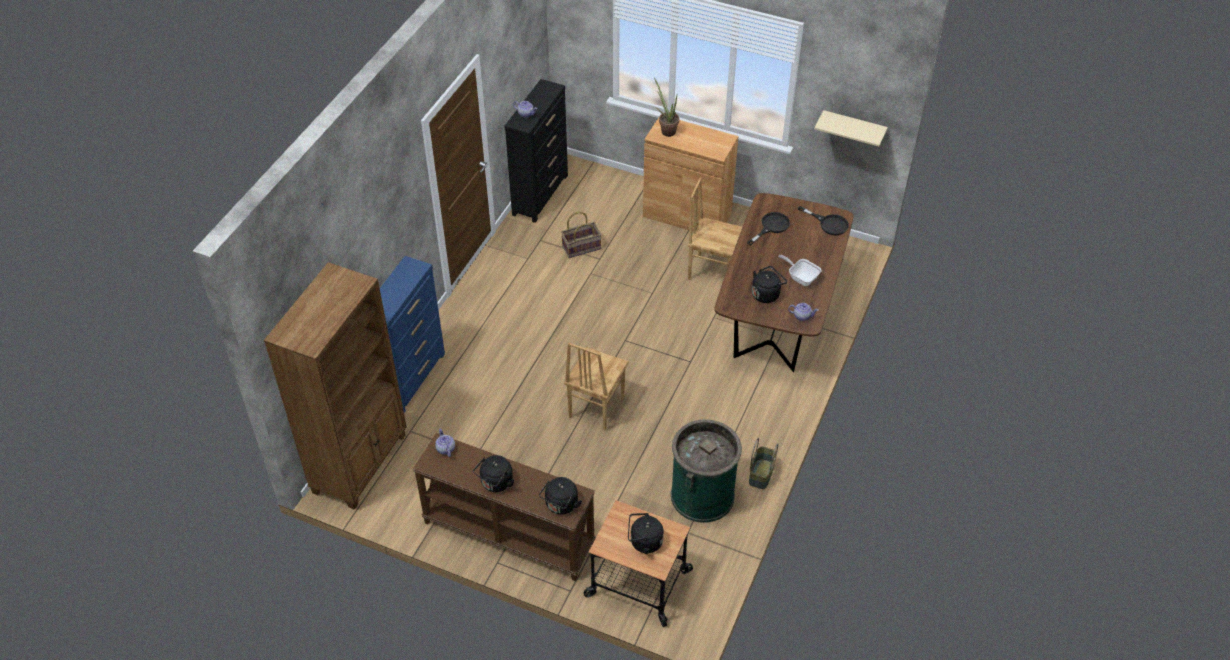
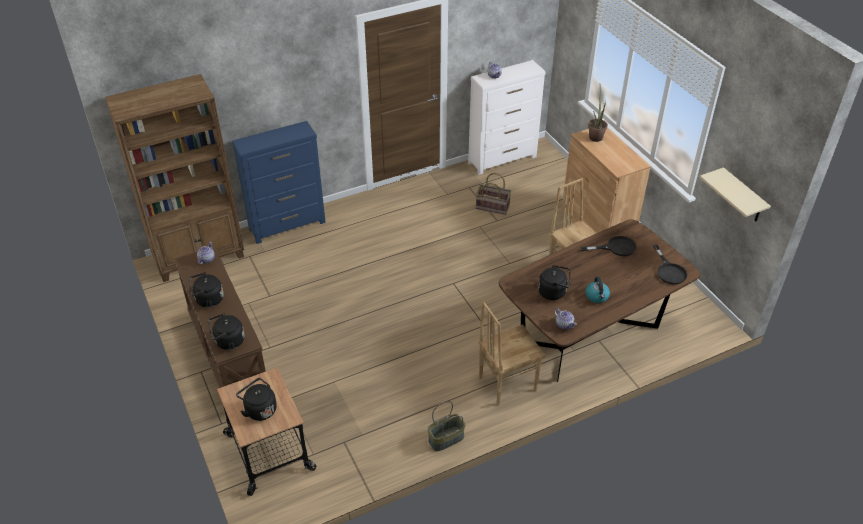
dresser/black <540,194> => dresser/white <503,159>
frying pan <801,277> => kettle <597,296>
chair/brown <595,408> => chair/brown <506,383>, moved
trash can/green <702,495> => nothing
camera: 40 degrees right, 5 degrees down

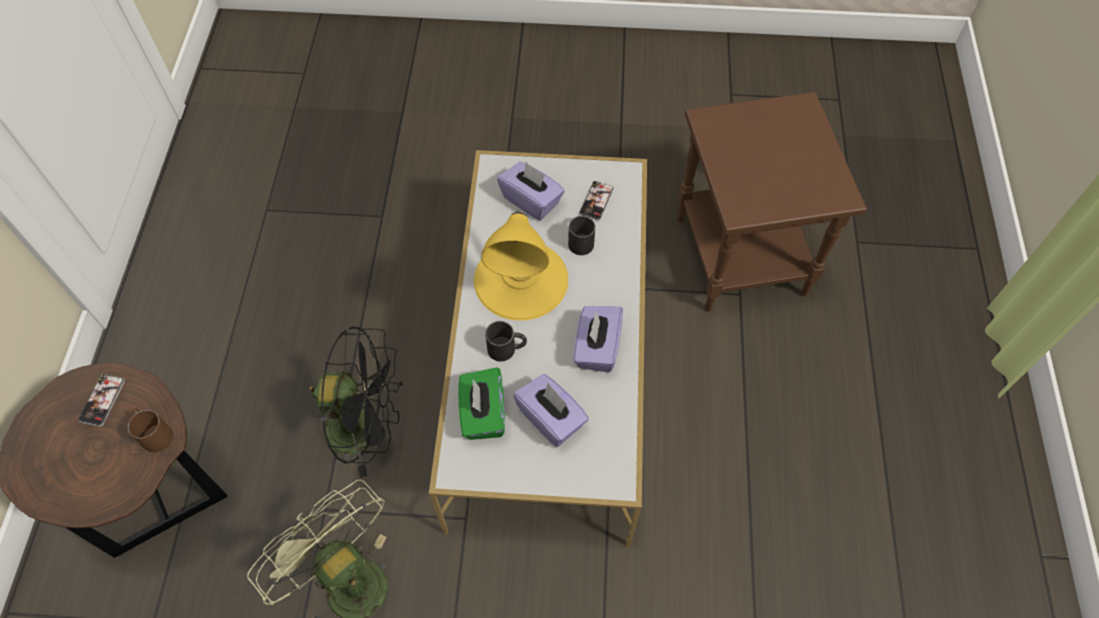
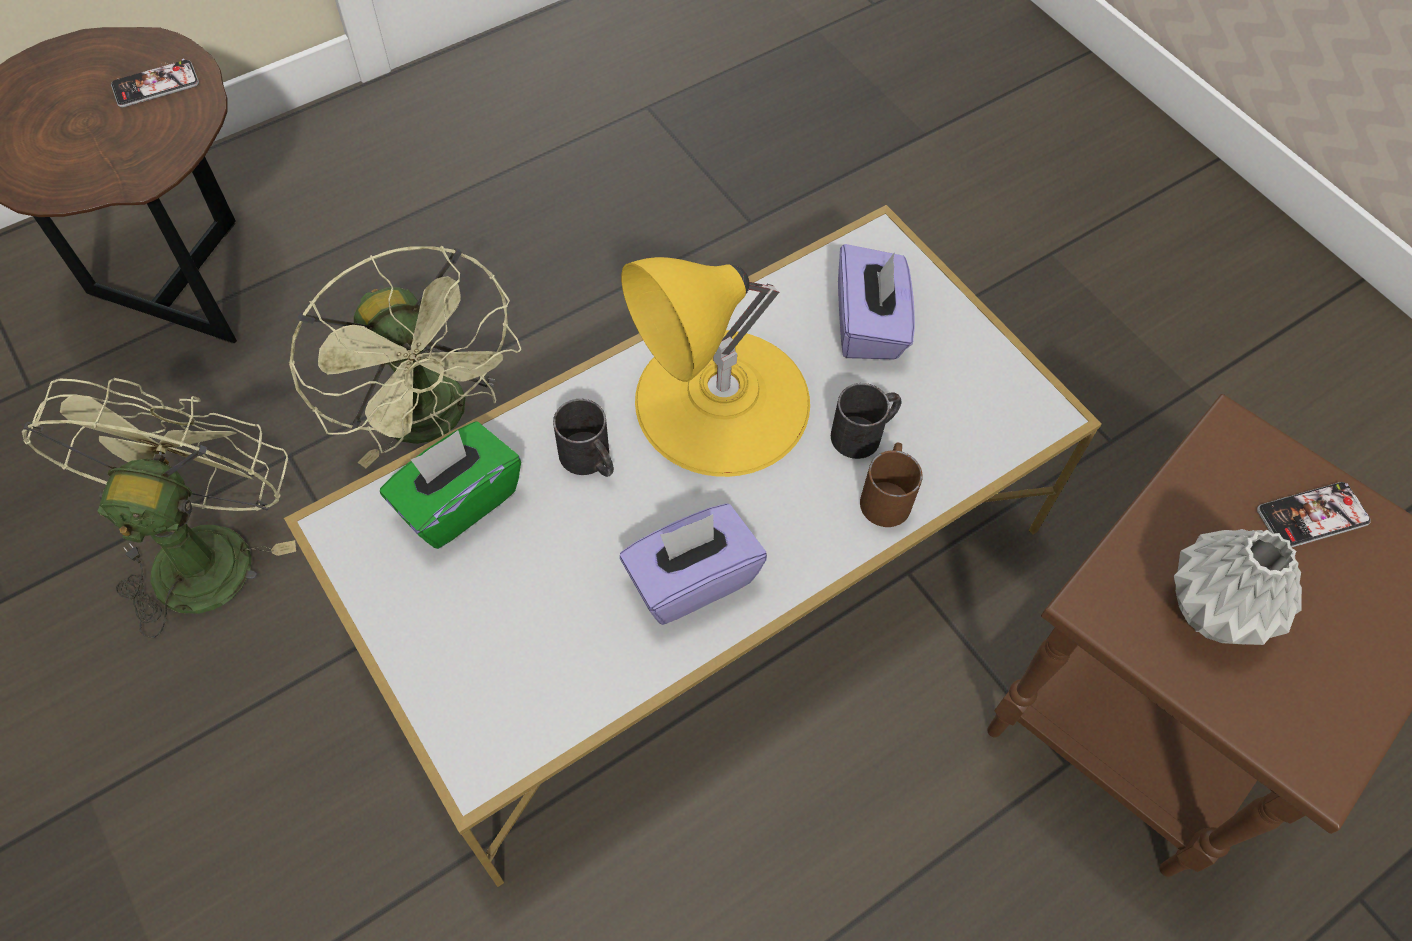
phone <596,201> => phone <1312,516>, moved
fan/black <367,428> => fan/green <434,421>
tissue box/purple <551,418> => nothing
mug/brown <154,433> => mug/brown <887,494>, moved
nothing => vase/grey <1213,609>
camera: 50 degrees right, 0 degrees up

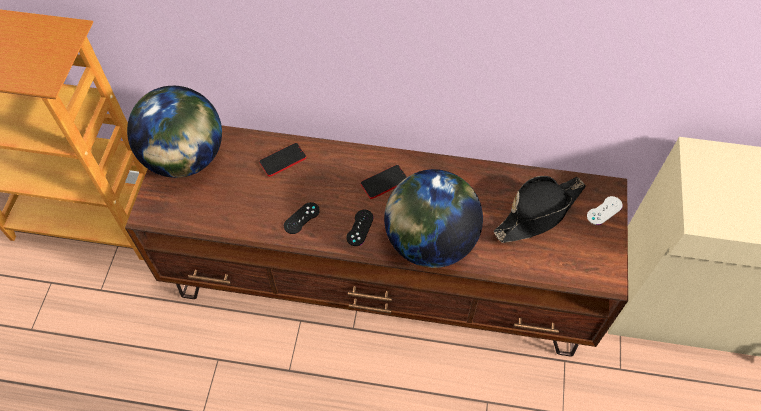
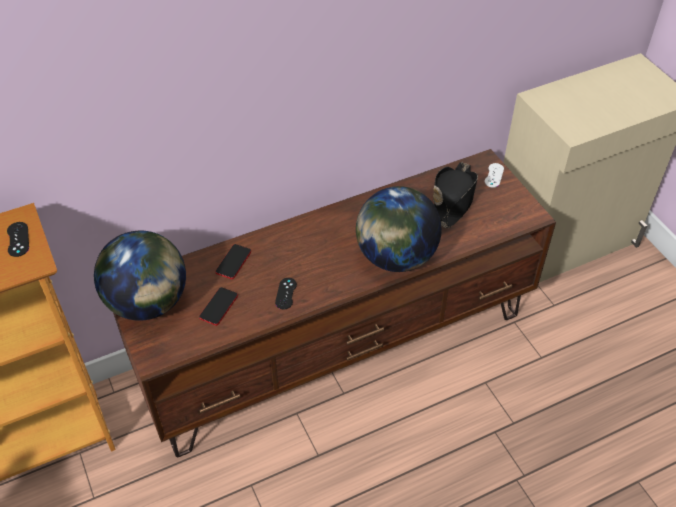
phone <384,182> => phone <219,307>, moved
game controller/black <360,228> => game controller/black <18,239>, moved
camera: 35 degrees left, 10 degrees down

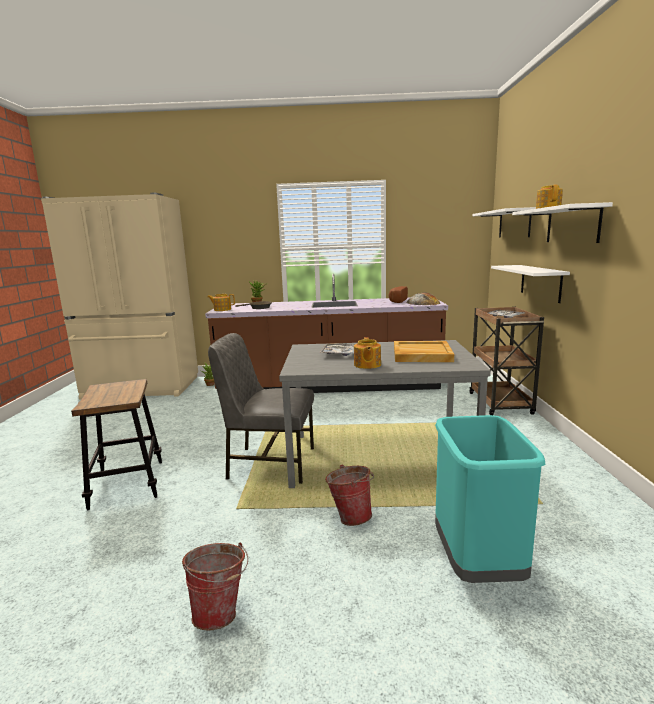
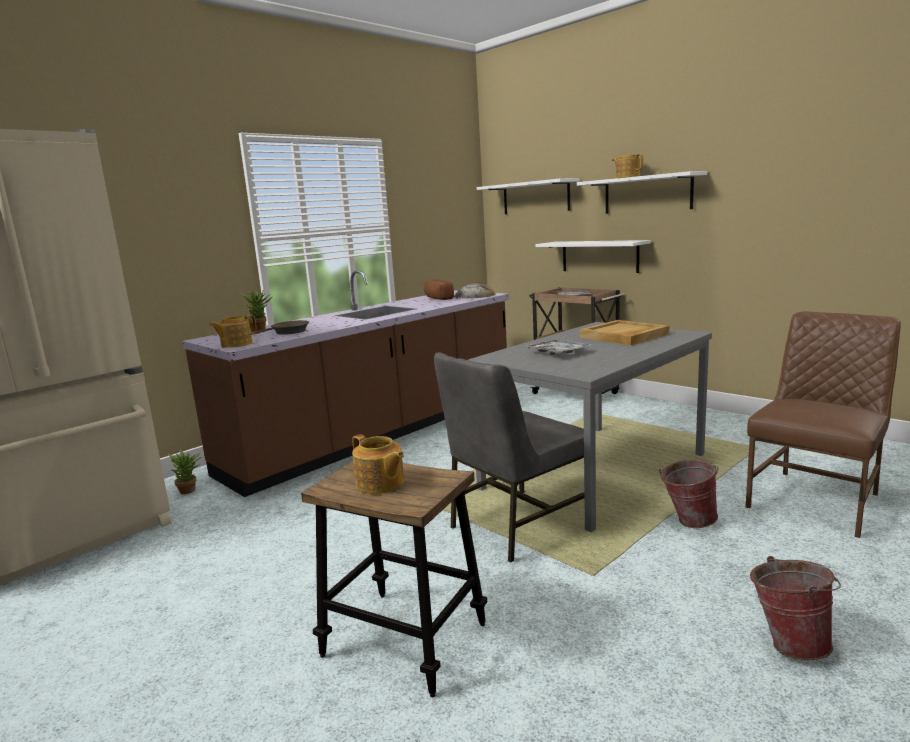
teapot <367,365> => teapot <380,483>, moved
trash can/turquoise <478,564> => chair/brown <816,500>
camera: 45 degrees left, 0 degrees up

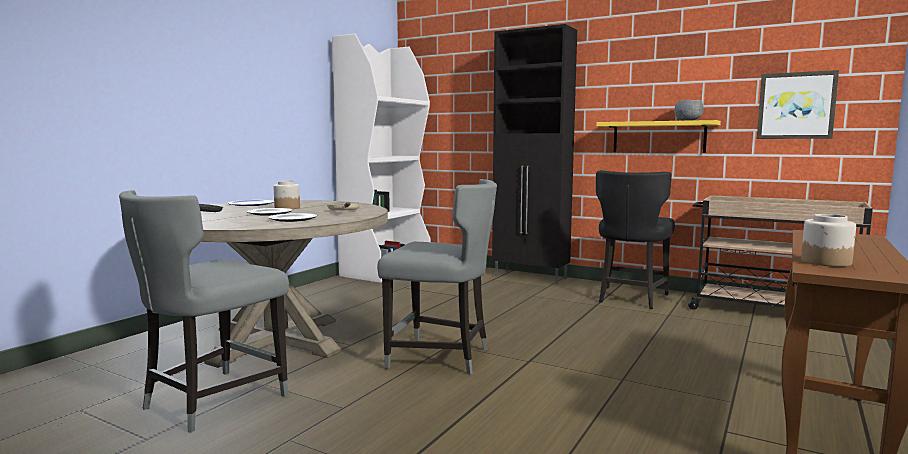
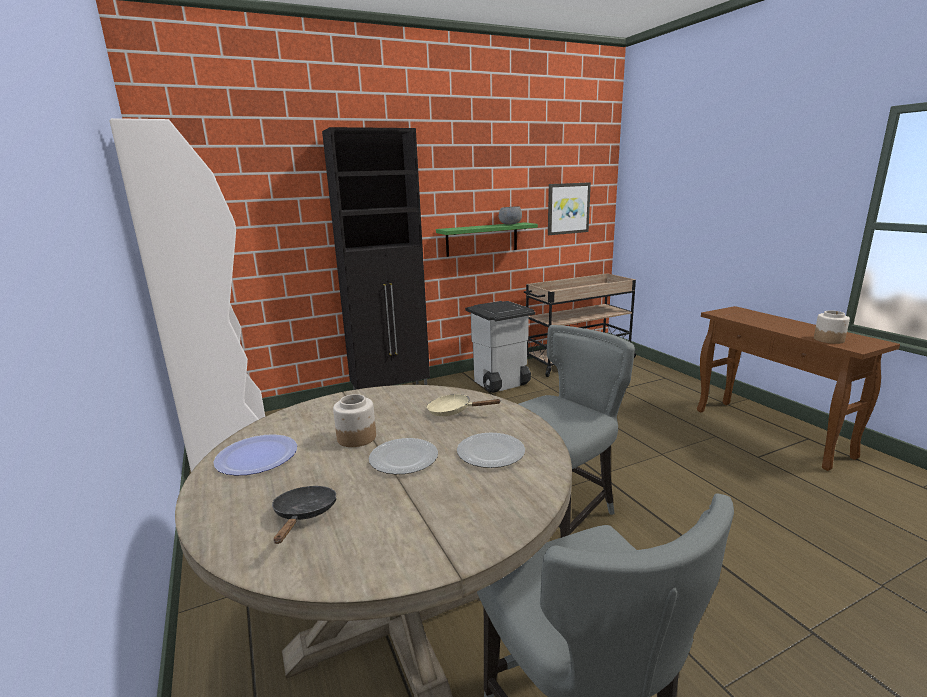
shelf/yellow <658,137> => shelf/green <482,239>
chair/black <630,298> => trash can/grey <500,384>
camera: 55 degrees left, 10 degrees up

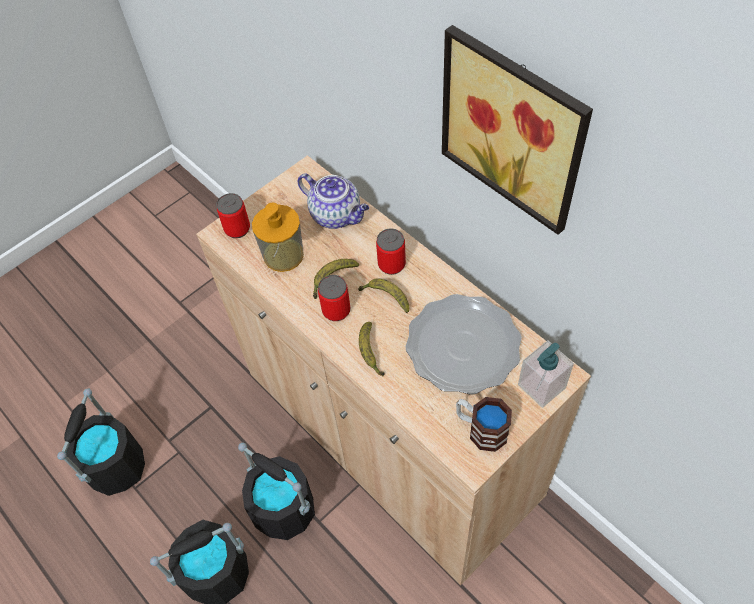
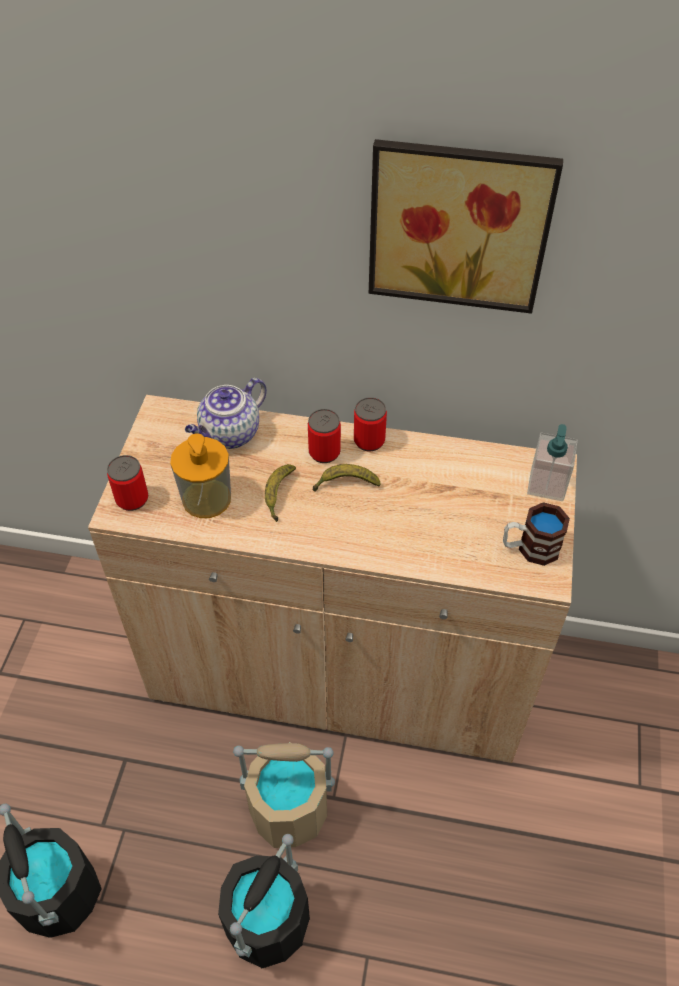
teapot <337,215> => teapot <229,435>, 135 degrees clockwise
can <336,310> => can <369,441>, moved
plate <462,347> => nothing
banana <370,352> => nothing
bucket/black <285,510> => bucket/beige <290,810>
camera: 40 degrees left, 5 degrees down

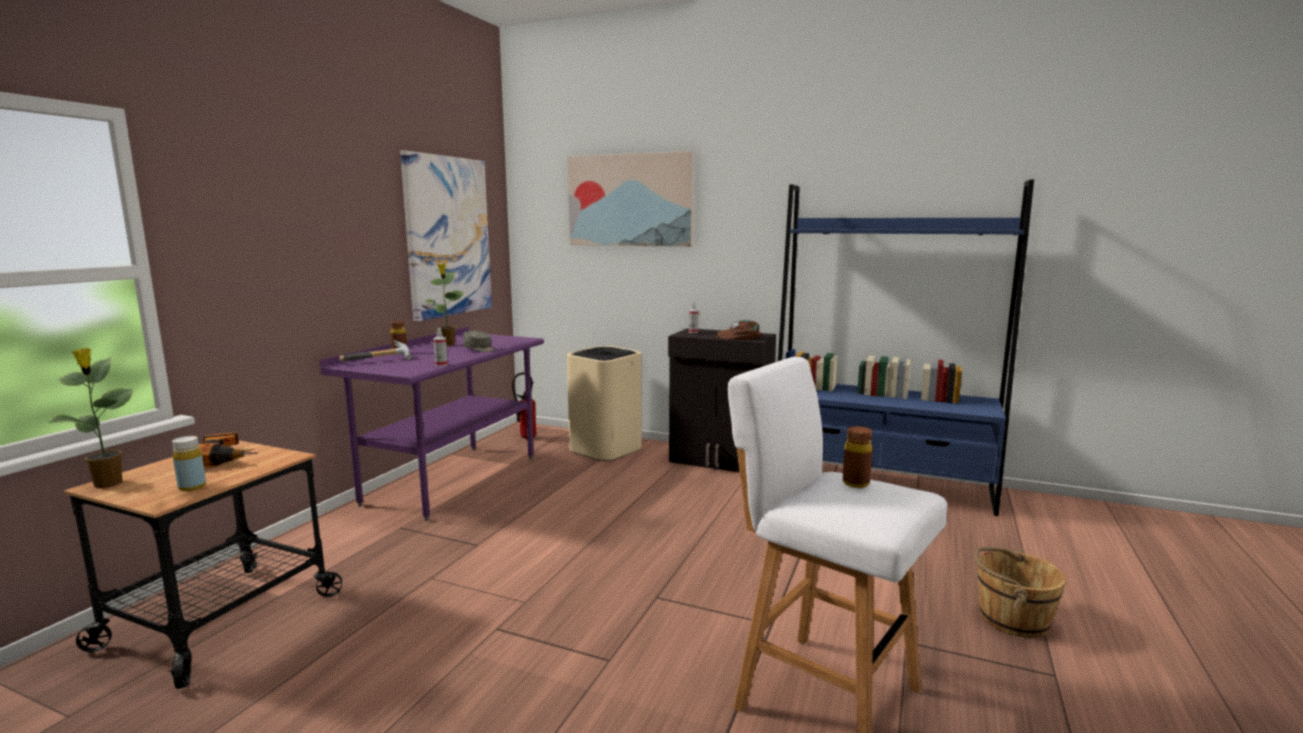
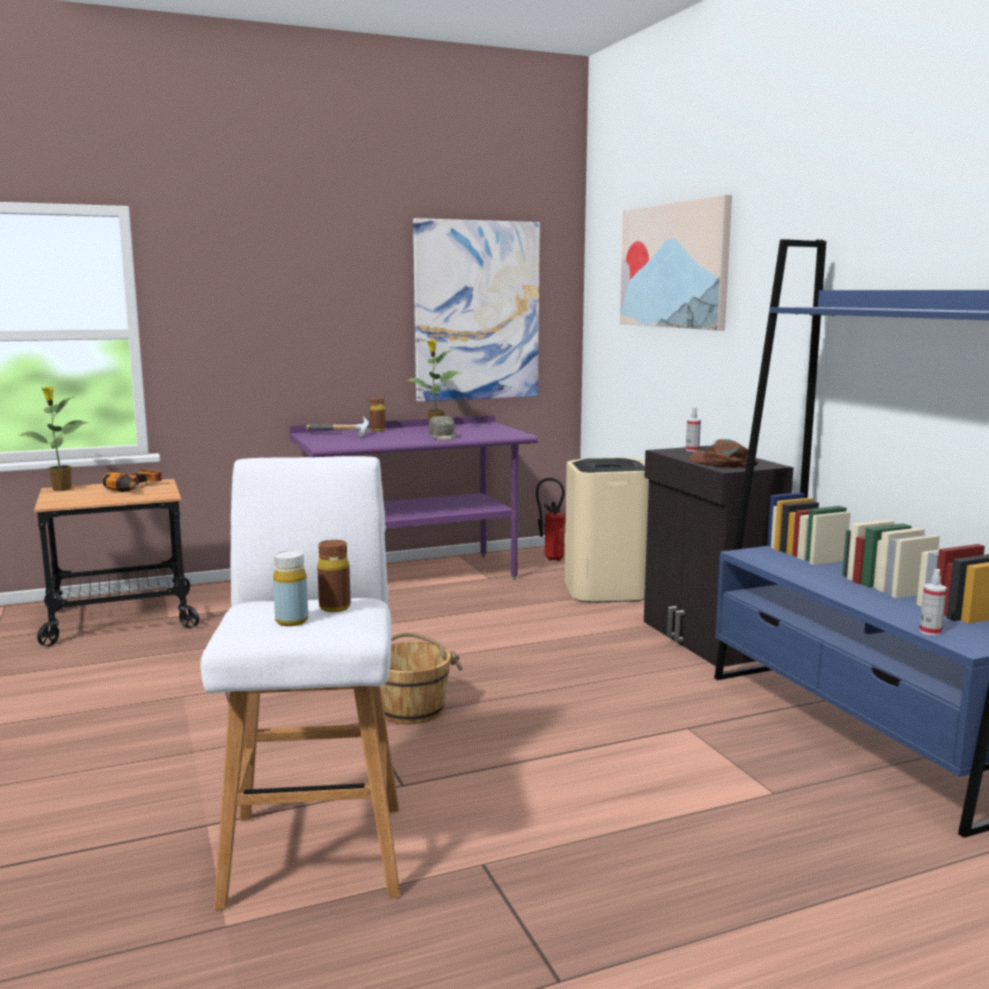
spray bottle <441,365> => spray bottle <930,632>, moved
bottle/yellow <192,487> => bottle/yellow <292,621>, moved
bucket/brown <1012,618> => bucket/brown <411,709>, moved
camera: 45 degrees right, 0 degrees up

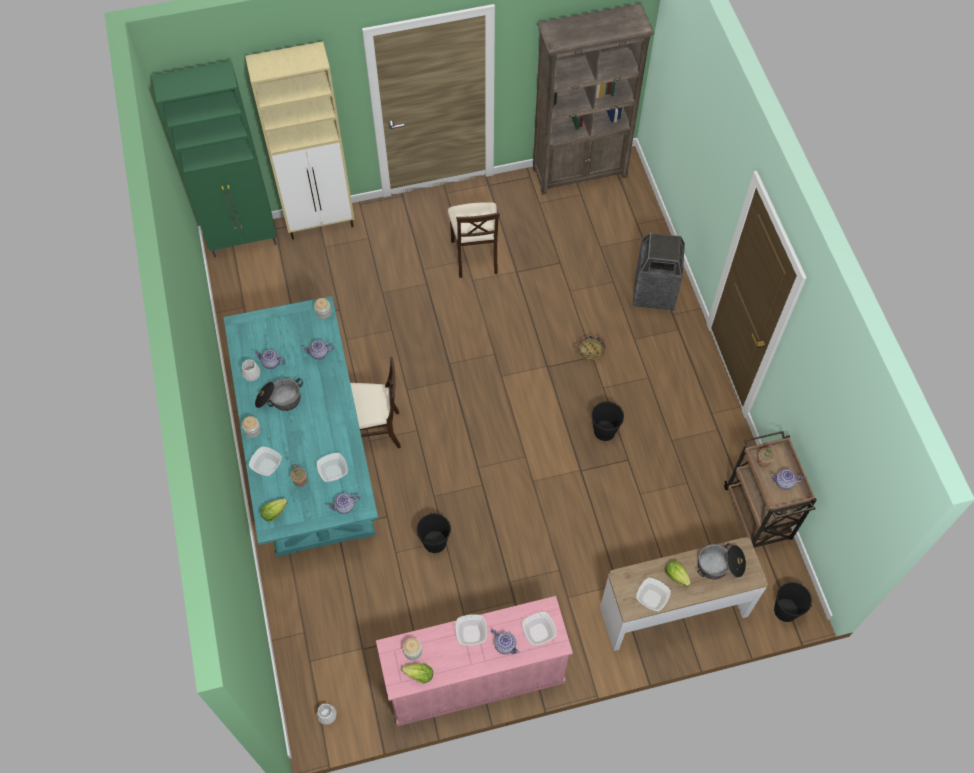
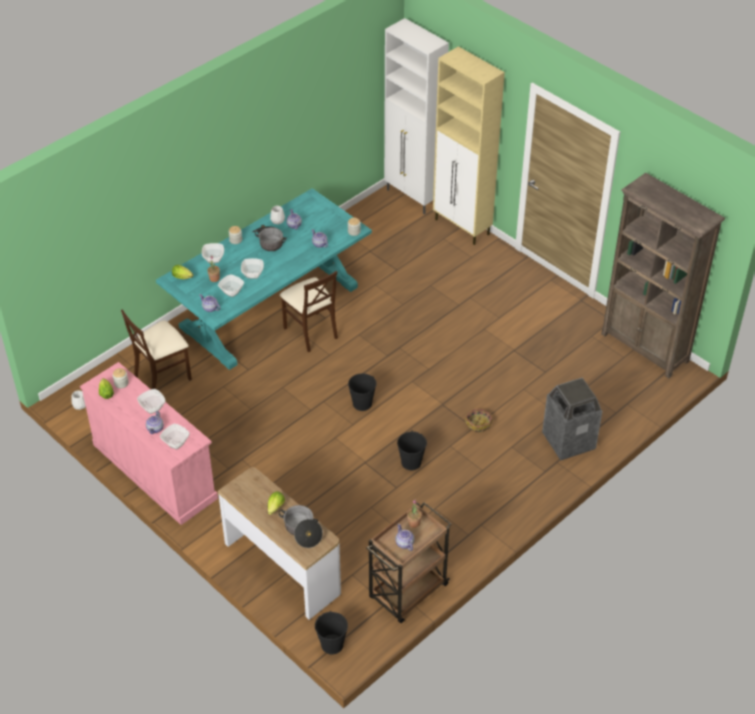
cabinet/green <244,241> => cabinet/white <413,197>
chair/beige <475,256> => chair/beige <163,376>, moved
bucket/black <434,542> => bucket/black <362,403>, moved
bowl <651,599> => bowl <252,274>, moved
camera: 60 degrees right, 15 degrees down

